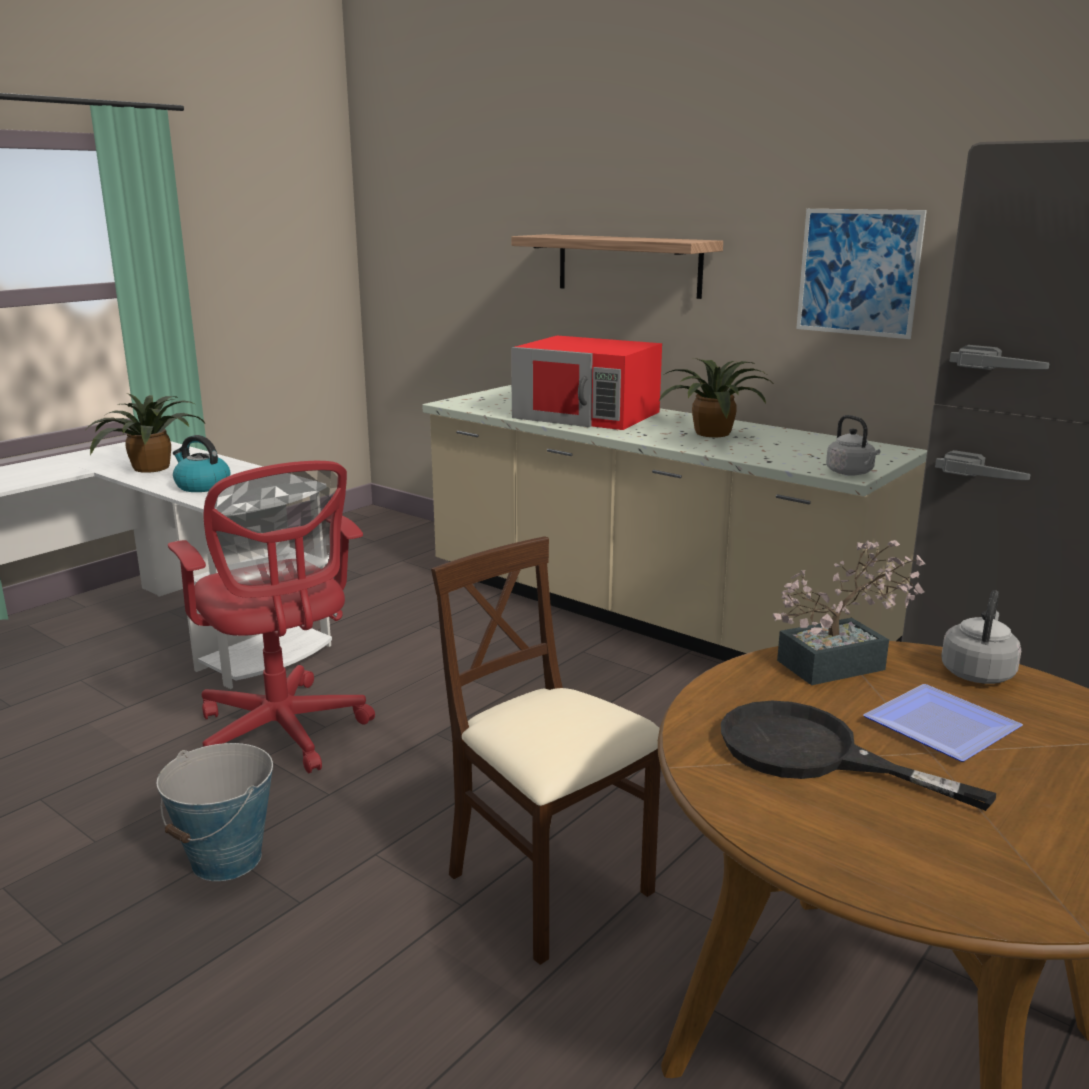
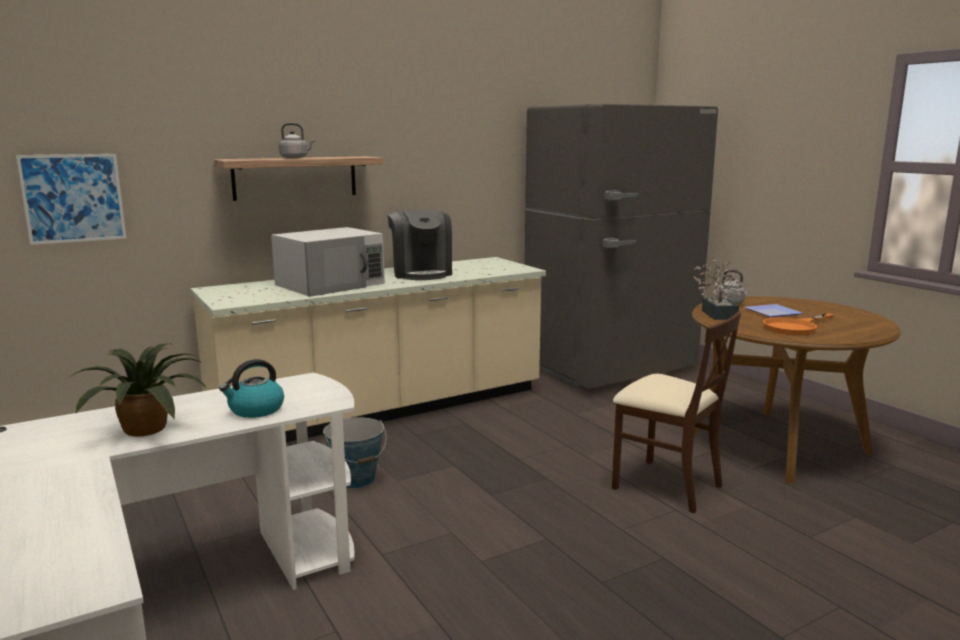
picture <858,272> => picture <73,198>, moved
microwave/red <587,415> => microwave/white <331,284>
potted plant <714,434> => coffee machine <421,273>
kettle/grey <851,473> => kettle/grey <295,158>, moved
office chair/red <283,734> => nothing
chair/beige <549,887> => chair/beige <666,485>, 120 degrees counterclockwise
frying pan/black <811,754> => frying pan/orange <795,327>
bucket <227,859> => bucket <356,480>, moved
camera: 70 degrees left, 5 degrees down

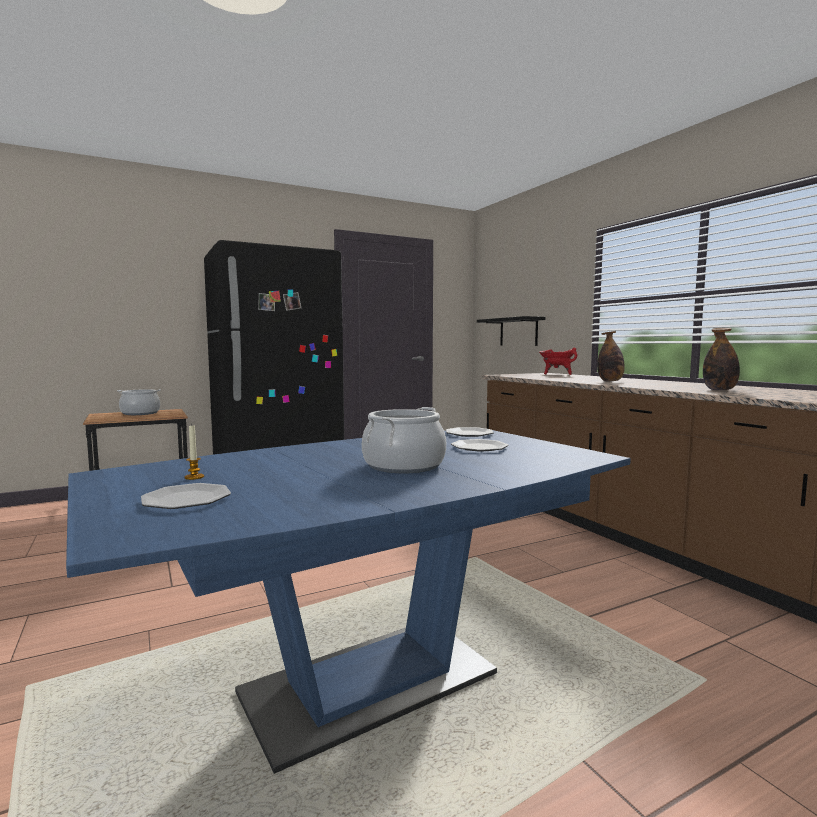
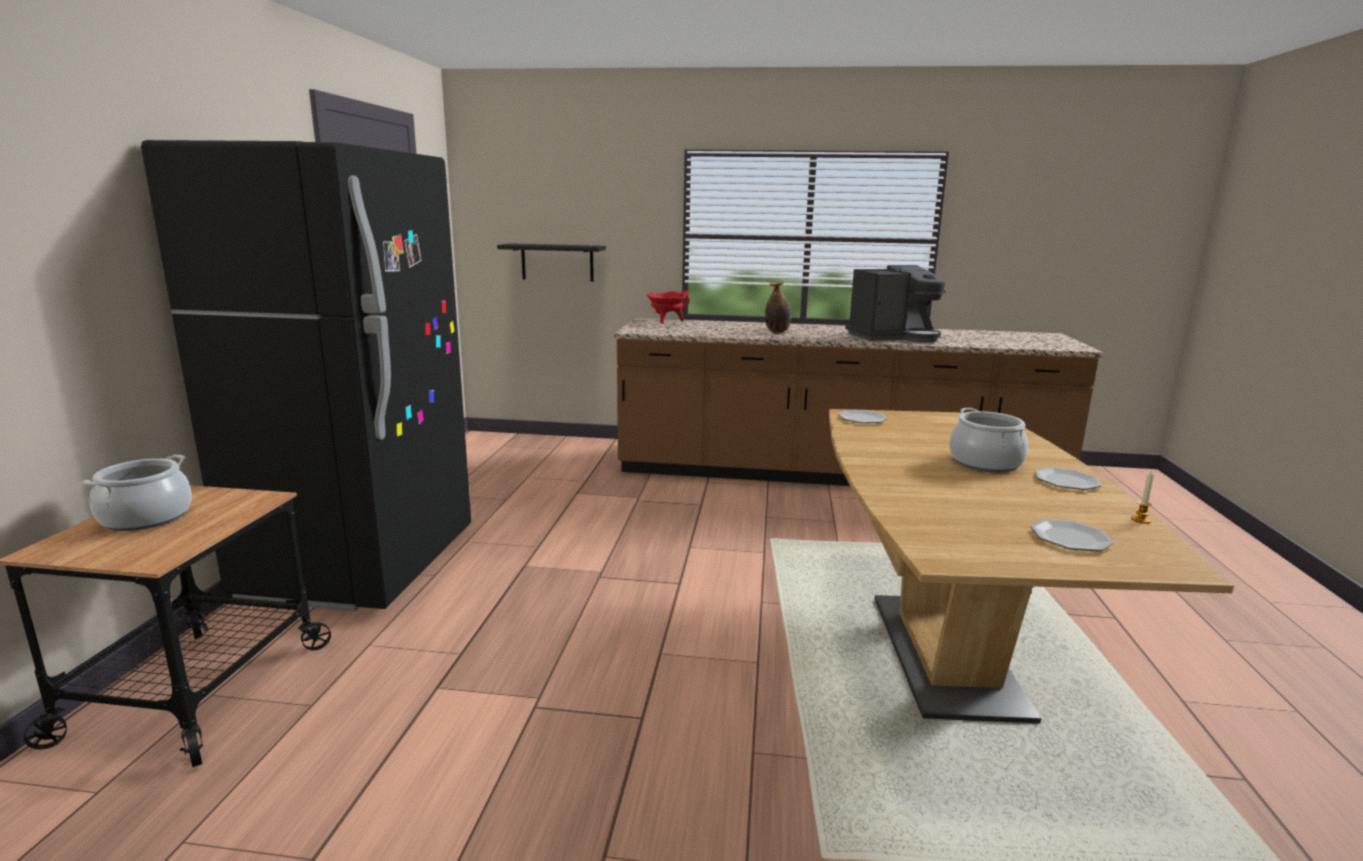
bottle <719,390> => coffee machine <894,337>
candle <194,477> => candle <1140,520>, moved
dining table/blue <369,683> => dining table/brown <946,654>
plate <478,447> => plate <1066,481>, moved
camera: 55 degrees left, 10 degrees up

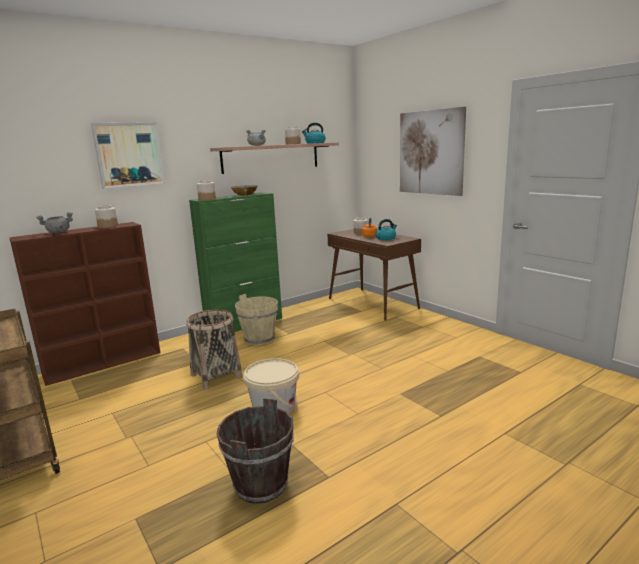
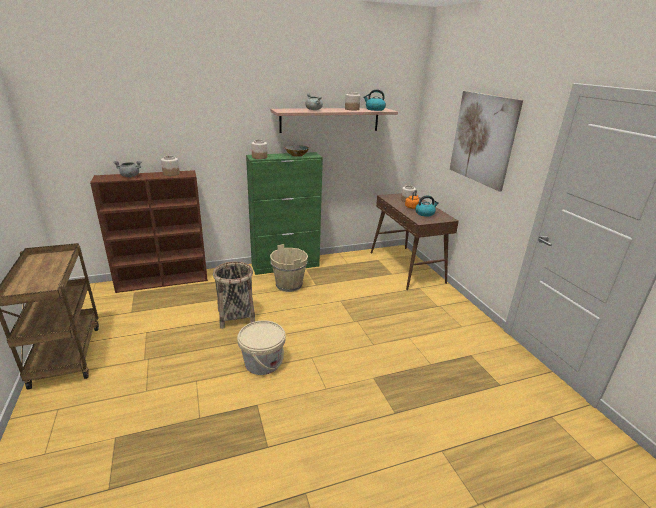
picture <129,155> => nothing
bucket/brown <260,484> => nothing
camera: 15 degrees right, 10 degrees up

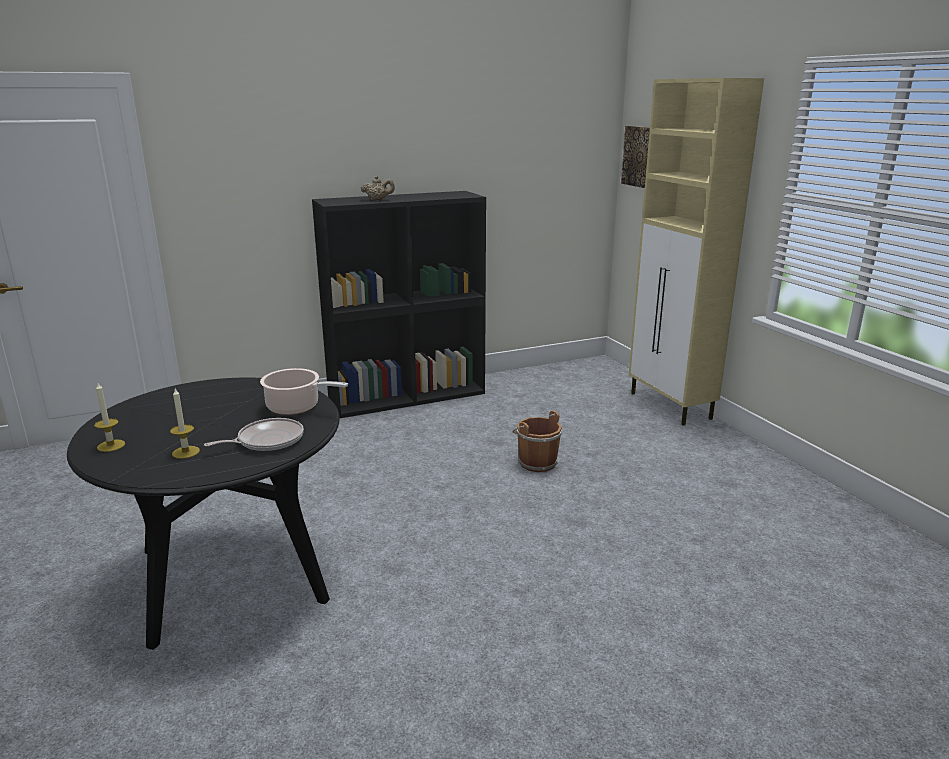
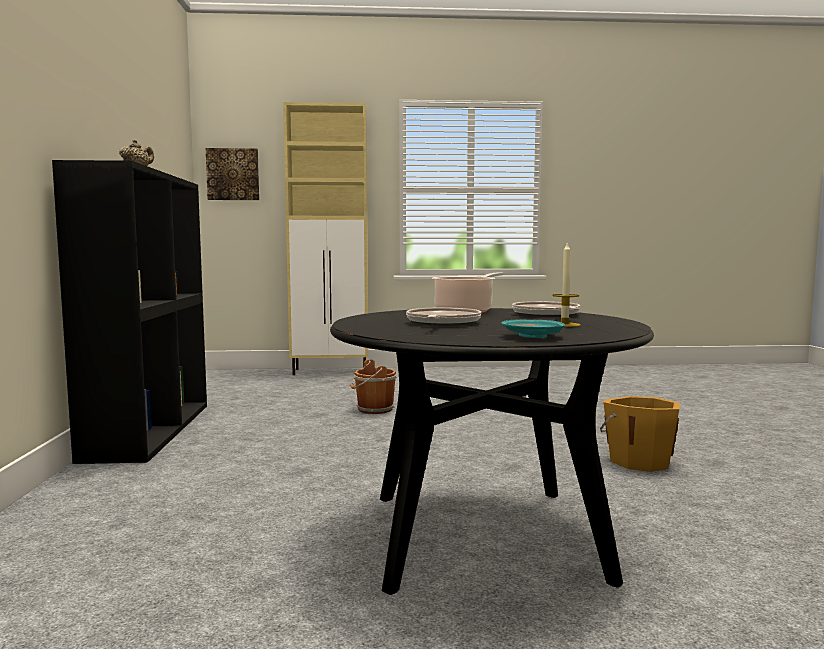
candle <111,445> => plate/turquoise <532,336>
nothing => frying pan <442,323>
nothing => bucket/orange <638,461>
camera: 70 degrees left, 15 degrees down

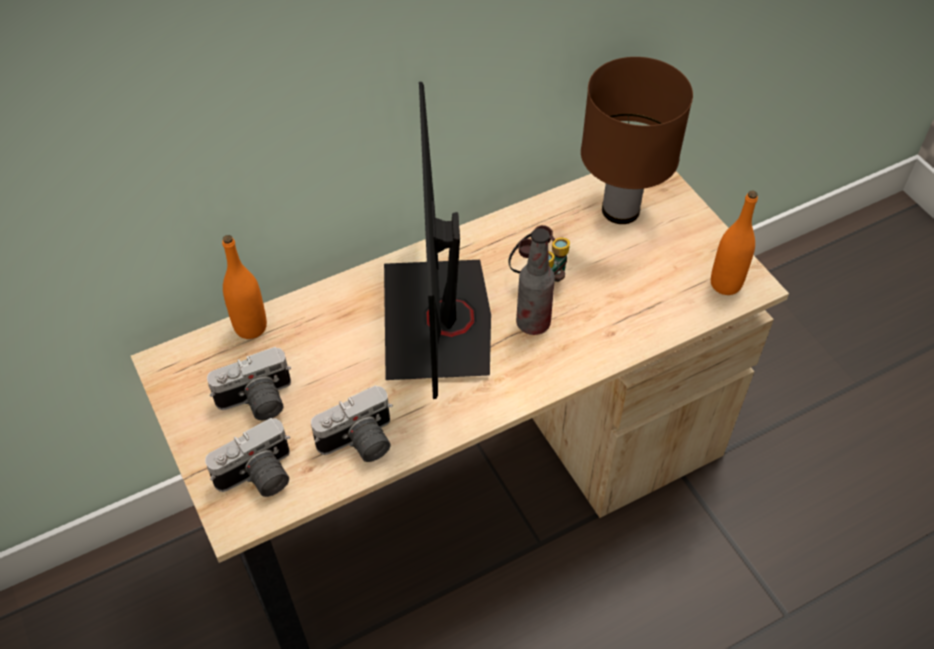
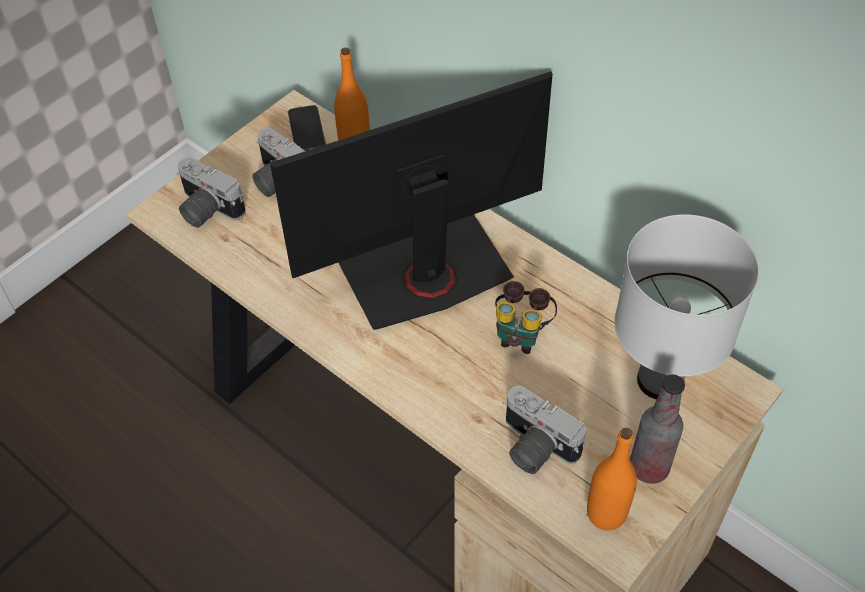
table lamp/brown <621,210> => table lamp/white <660,381>
bottle <533,323> => bottle <649,467>, moved
photo camera <359,443> => photo camera <533,447>, moved
nothing => phone <306,129>
camera: 70 degrees right, 0 degrees up

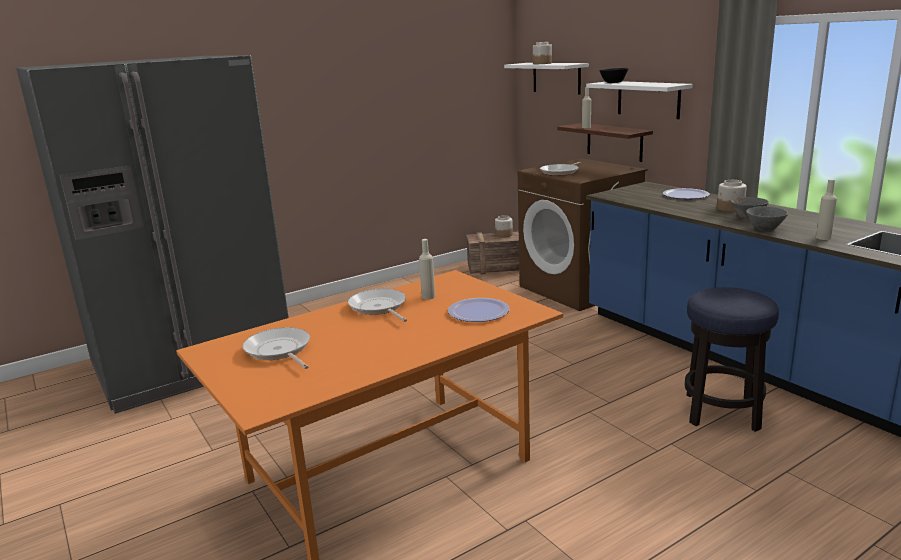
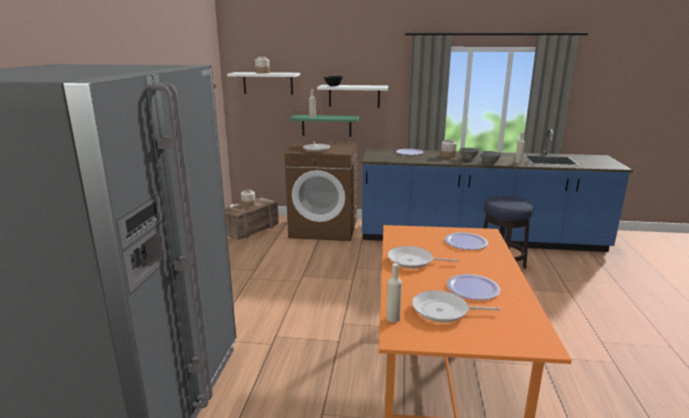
shelf/brown <614,142> => shelf/green <326,125>
bottle/beige <428,297> => bottle/beige <393,318>, moved
nothing => plate <473,288>
camera: 50 degrees left, 0 degrees up

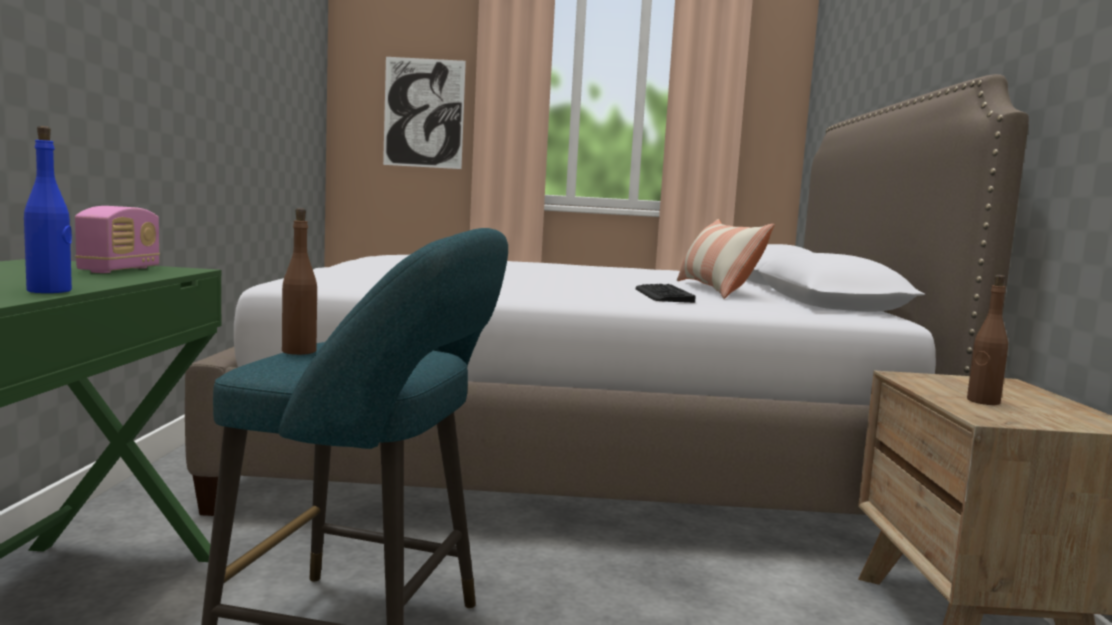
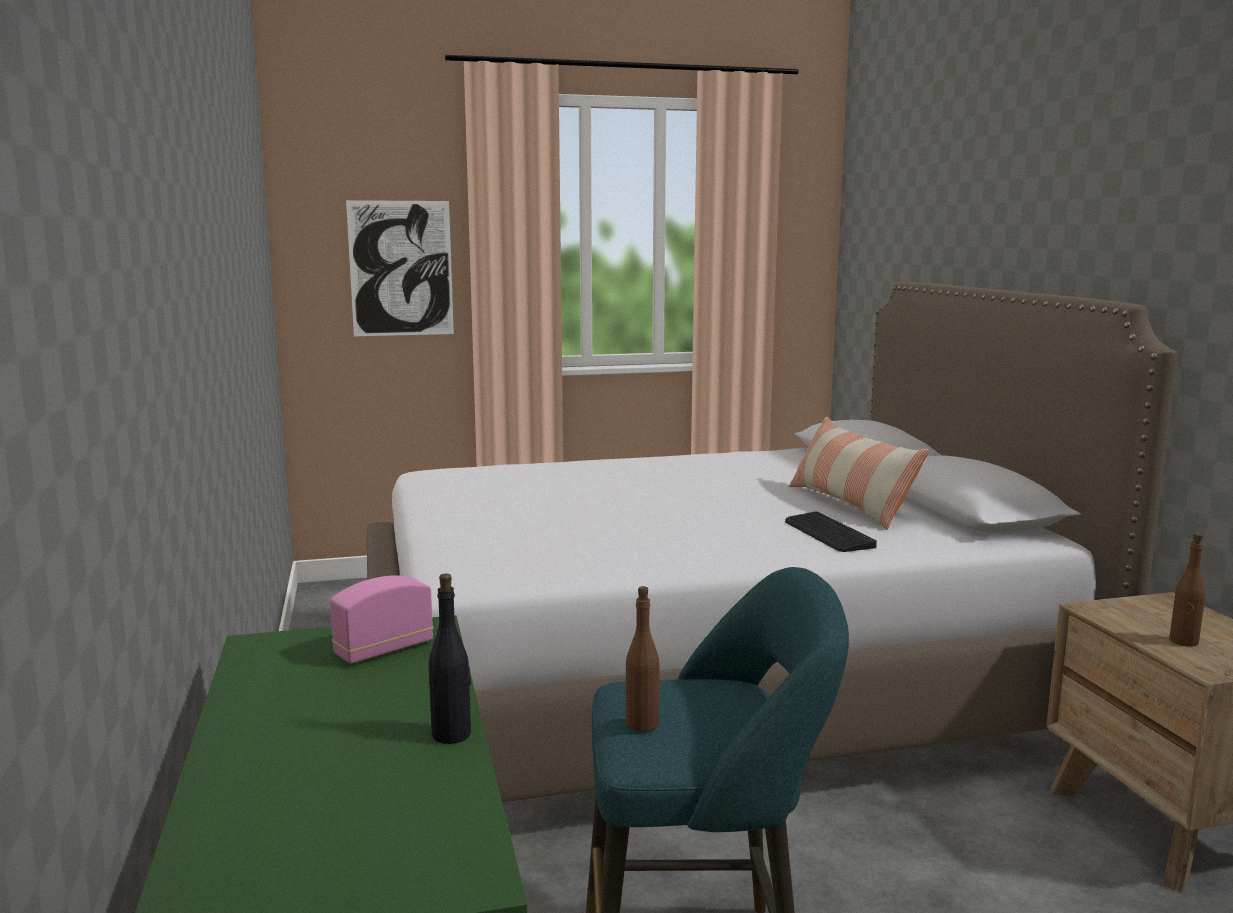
bottle/blue <50,291> => bottle/black <452,734>
radio <120,270> => radio <384,649>, 120 degrees counterclockwise
camera: 15 degrees left, 5 degrees up

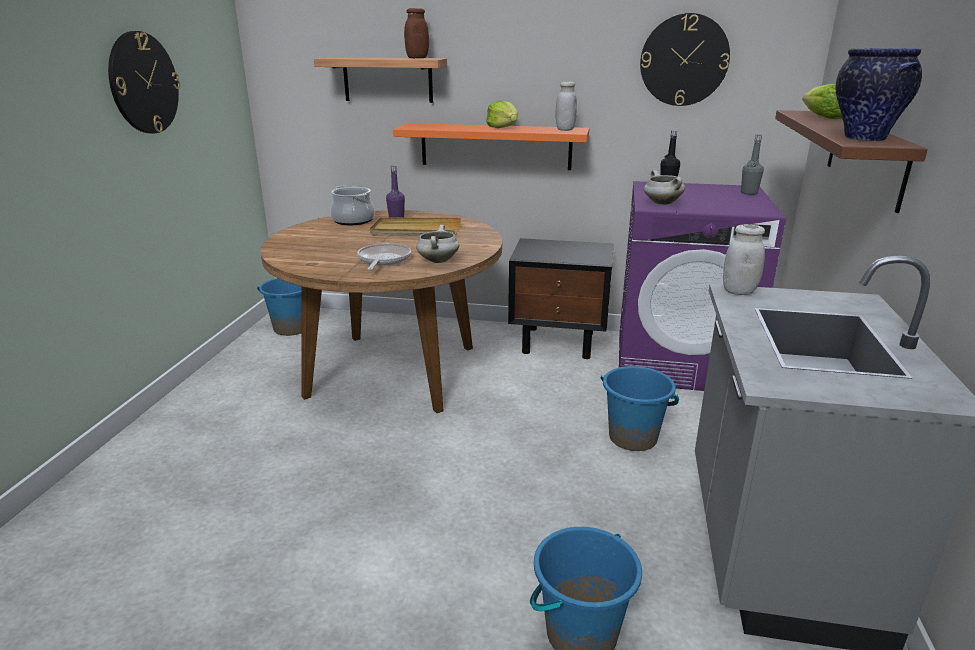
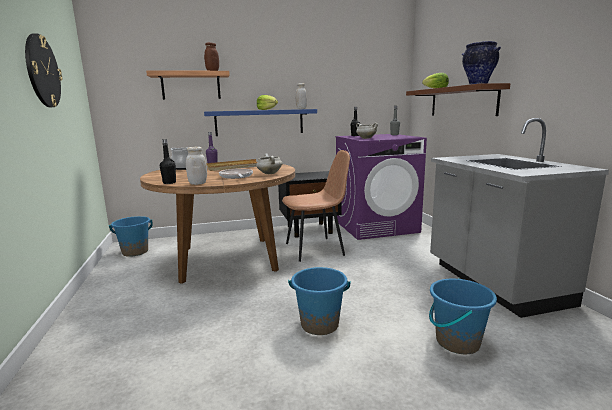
wall clock <684,60> => nothing
shelf/orange <495,146> => shelf/blue <259,122>
jar/white <739,291> => jar/white <198,183>, moved
bucket/blue <633,438> => bucket/blue <319,324>, moved
nothing => bottle/black <169,183>
nothing => chair/brown <316,249>
camera: 25 degrees left, 10 degrees down

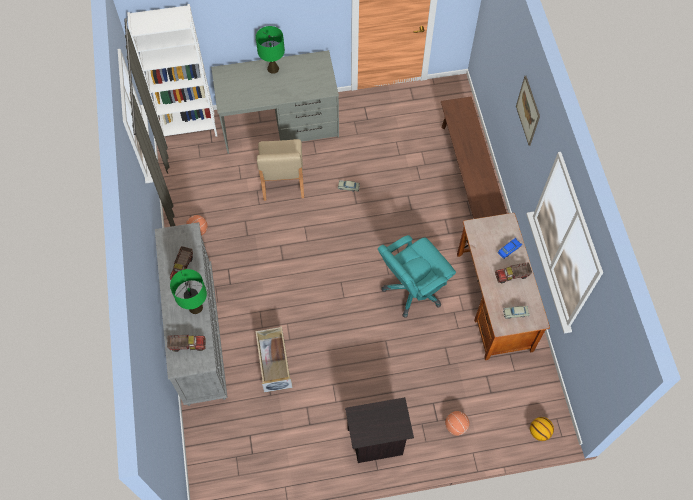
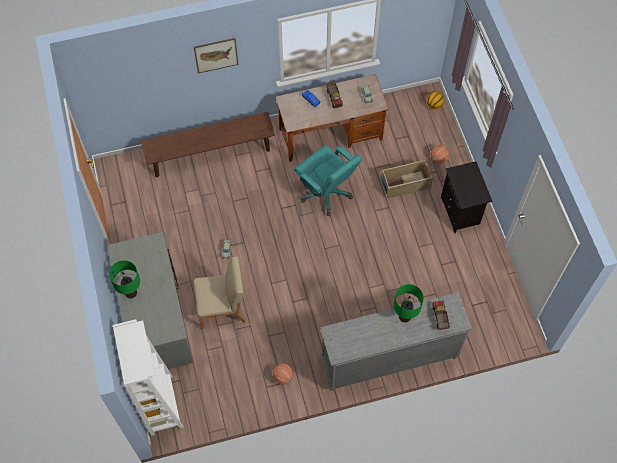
toy truck <183,267> => nothing
storage box/beige <274,363> => storage box/beige <404,184>, moved
camera: 95 degrees left, 0 degrees up

